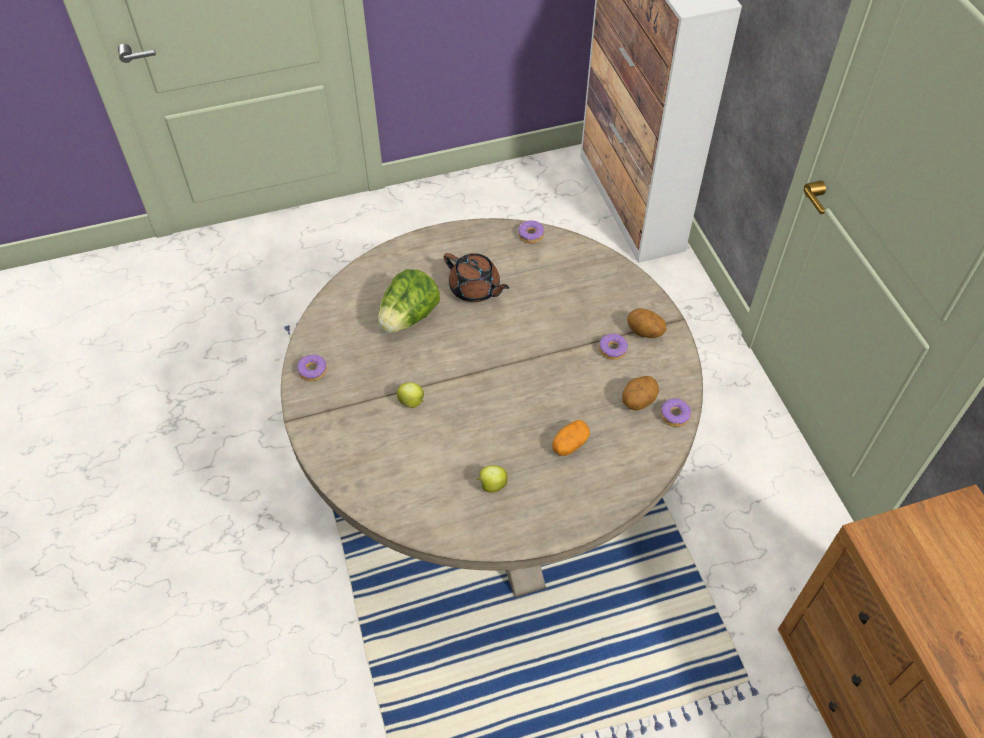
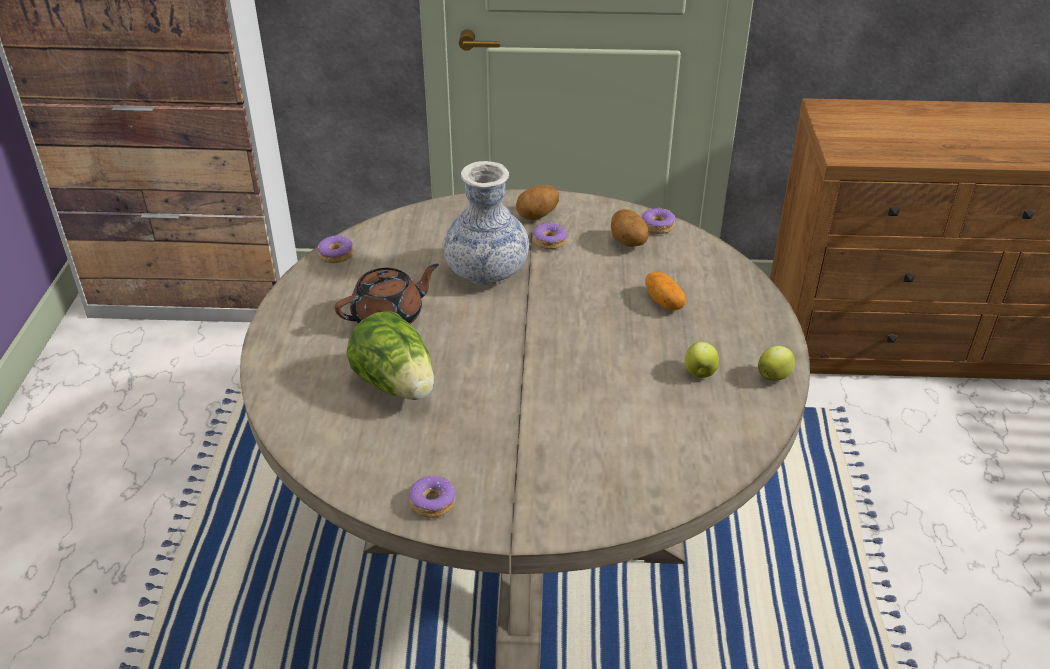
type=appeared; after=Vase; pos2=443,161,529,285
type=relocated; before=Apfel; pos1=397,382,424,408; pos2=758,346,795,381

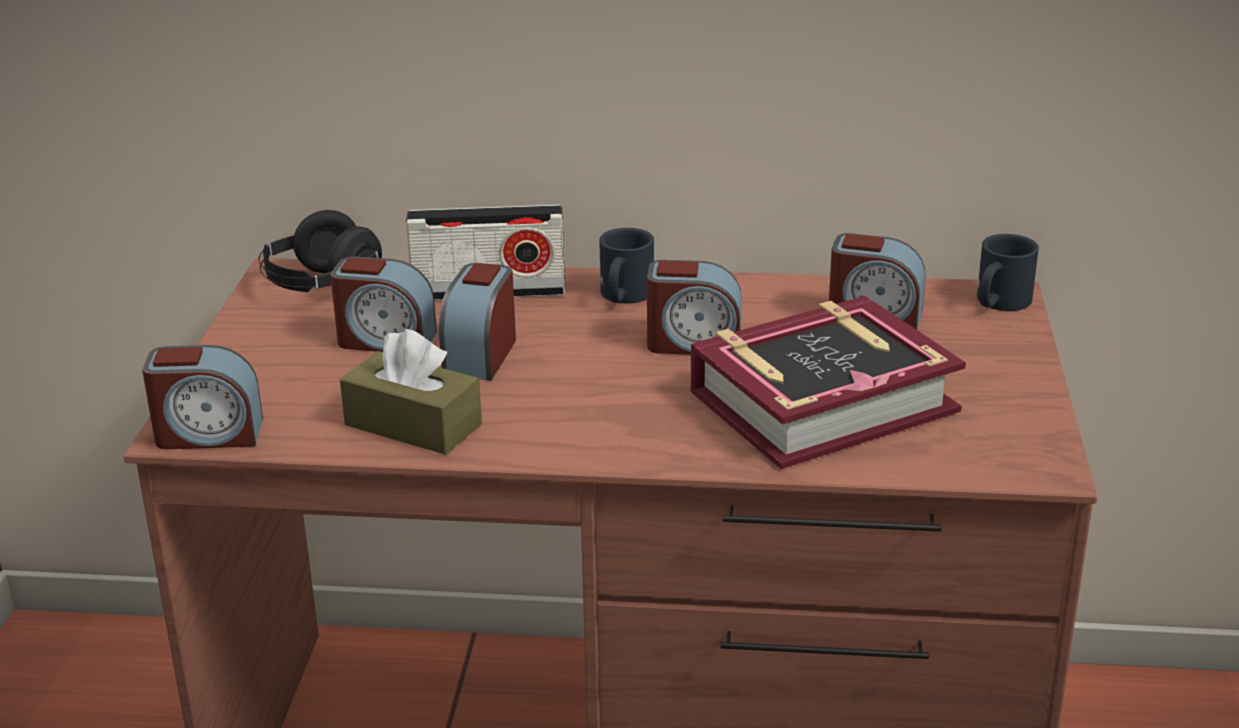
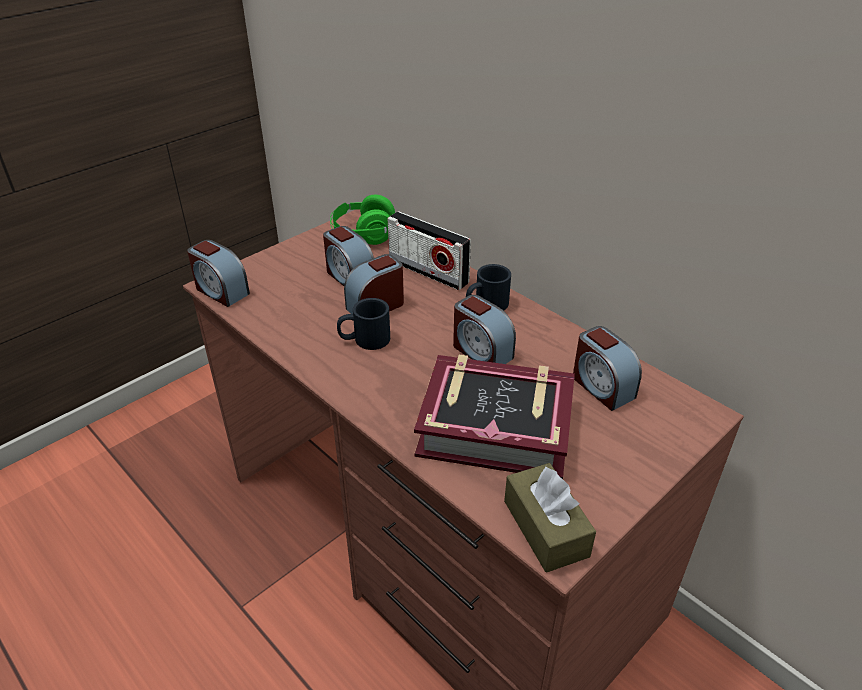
type=relocated; before=Taschentuchbox (braun); pos1=340,329,482,455; pos2=504,463,596,572
type=relocated; before=Henkelbecher (schwarz); pos1=977,234,1039,311; pos2=337,298,390,350
type=colour; before=Kopfhörer (schwarz); after=Kopfhörer (grün); pos1=259,210,382,292; pos2=330,195,395,245

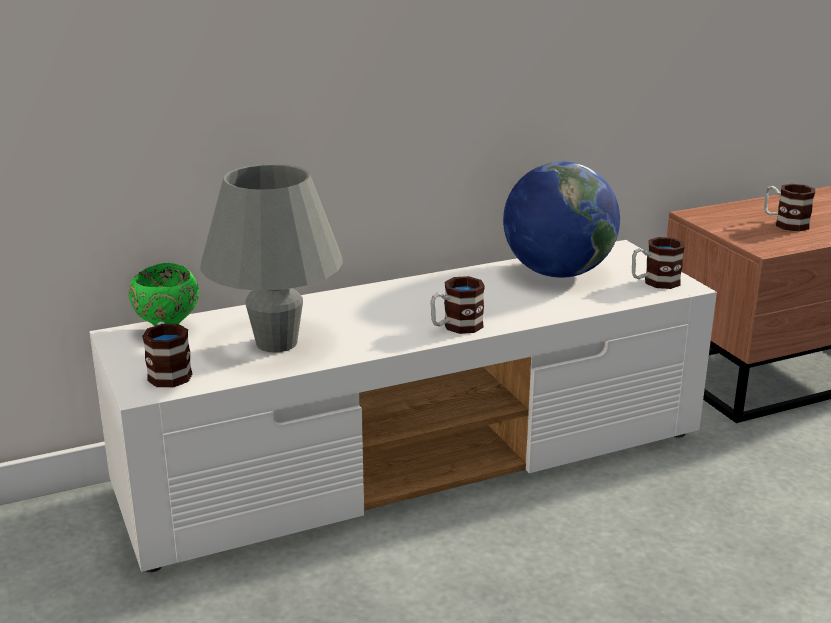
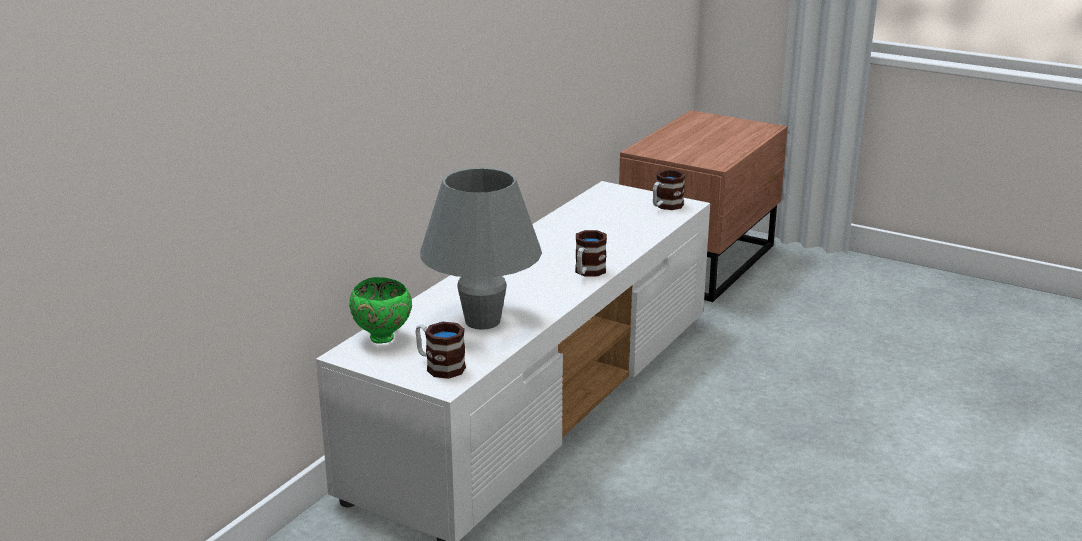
type=missing; before=Globus; pos1=503,161,620,278
type=missing; before=Henkelbecher; pos1=764,184,815,231

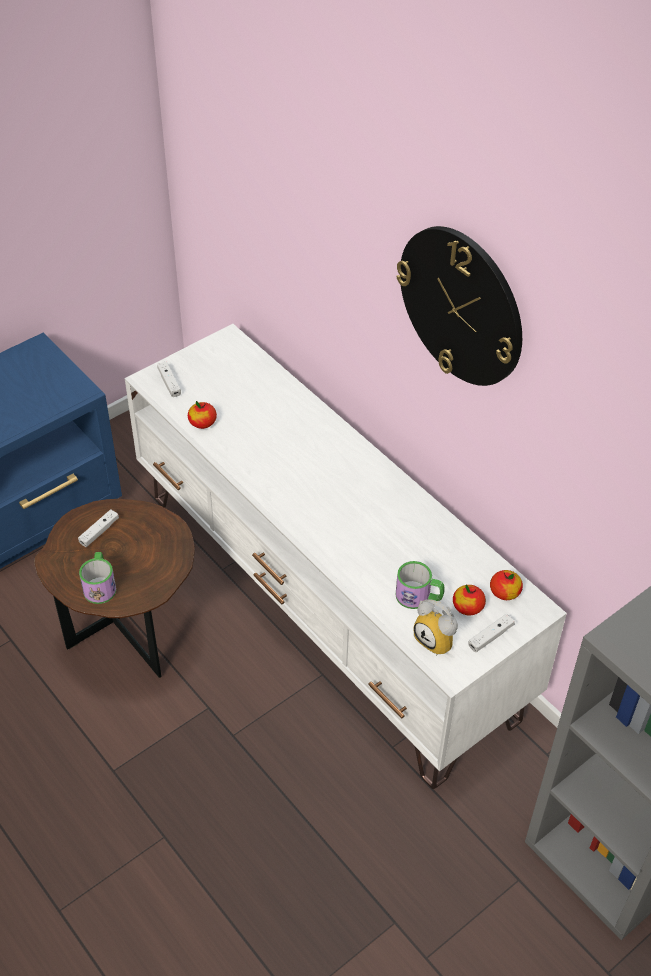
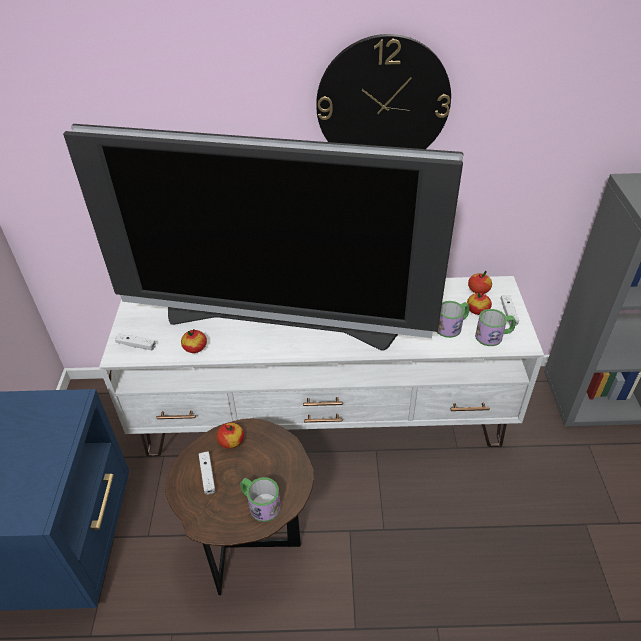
type=appeared; after=Fernseher; pos2=63,124,464,351
type=appeared; after=Apfel; pos2=216,423,244,448
type=exchanged; before=Wecker; after=Henkelbecher; pos1=414,599,458,655; pos2=475,309,516,346

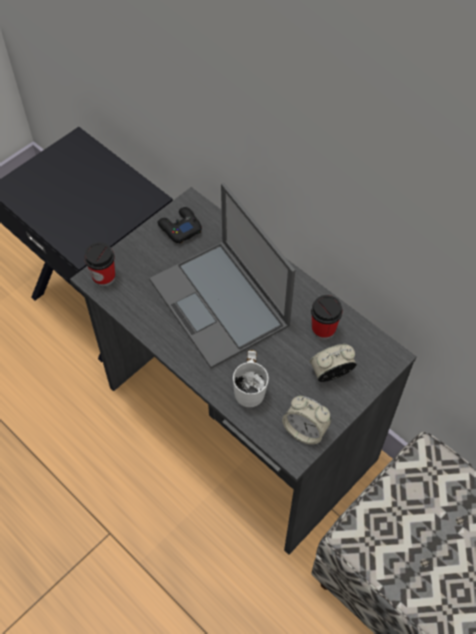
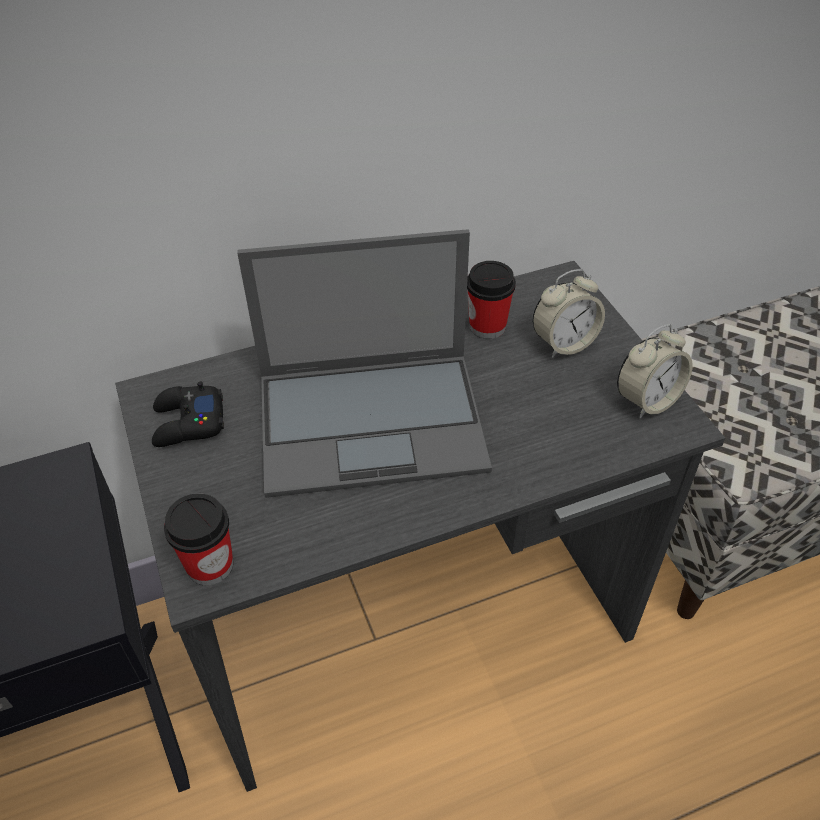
type=missing; before=Henkelbecher (weiß); pos1=233,350,269,407
type=spun; before=Wecker; pos1=310,344,357,382; pos2=532,269,605,358; turn=-120

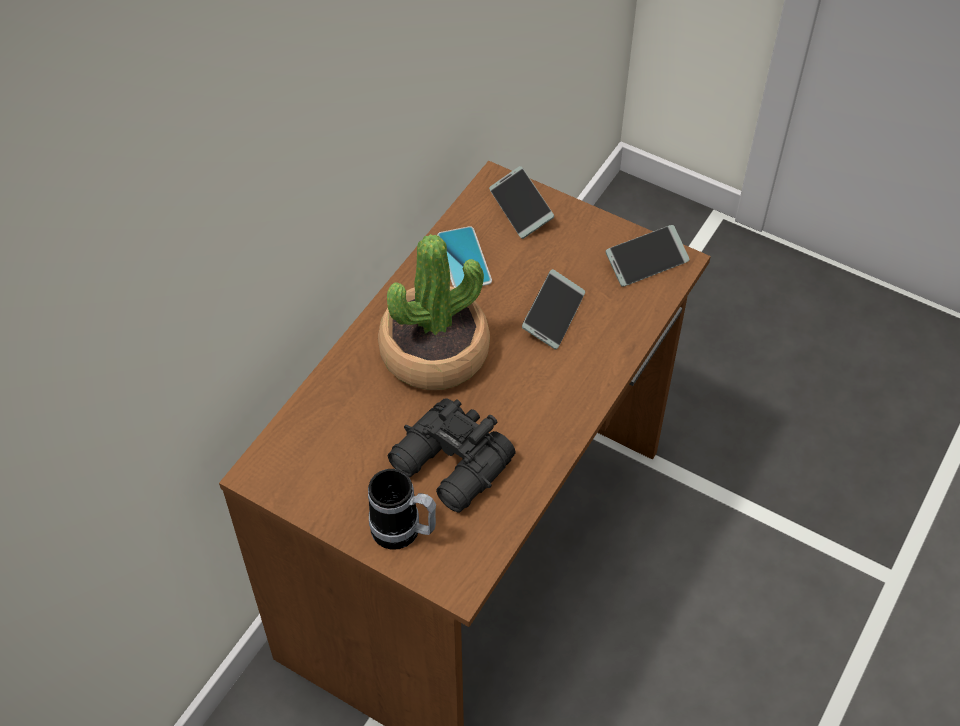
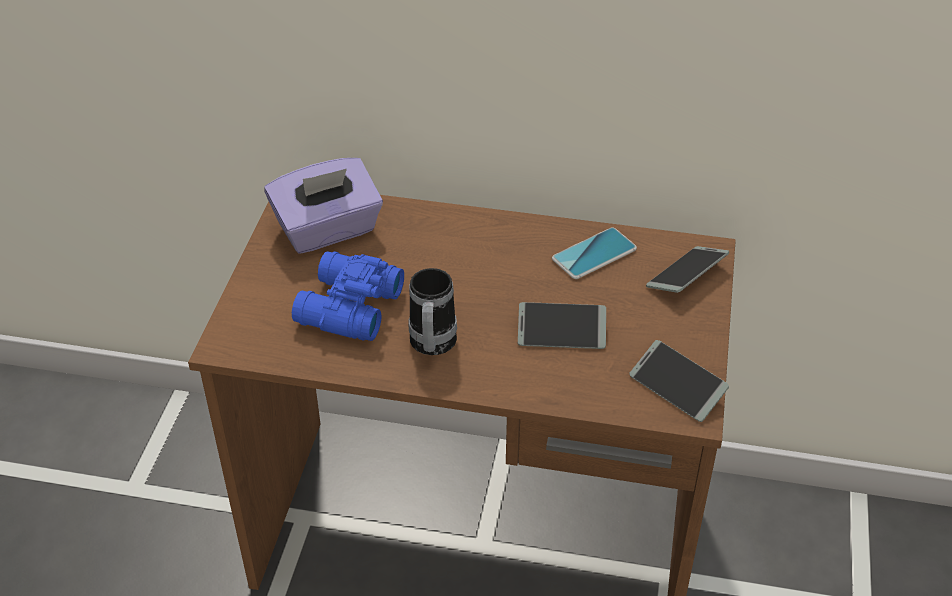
type=missing; before=Topfpflanze; pos1=378,234,490,390
type=appeared; after=Taschentuchbox (lila); pos2=265,158,383,254
type=relocated; before=Henkelbecher; pos1=368,469,436,550; pos2=409,268,457,355
type=colour; before=Fernglas (schwarz); after=Fernglas (blau); pos1=388,398,515,512; pos2=292,251,404,341

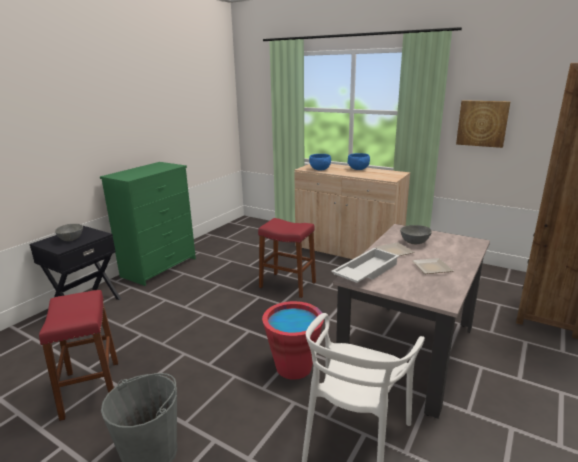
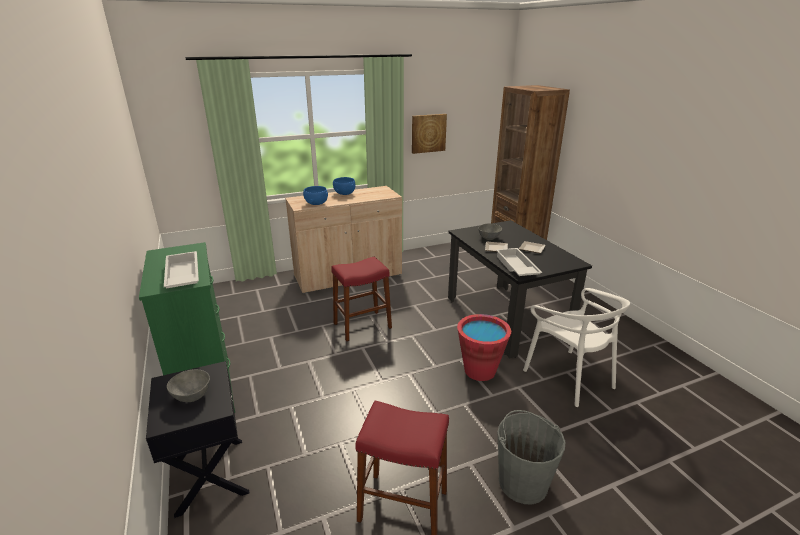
type=appeared; after=Tablett (weiß); pos2=164,251,199,288
type=colour; before=Esstisch (beige); after=Esstisch (schwarz); pos1=333,224,490,419; pos2=448,220,592,359

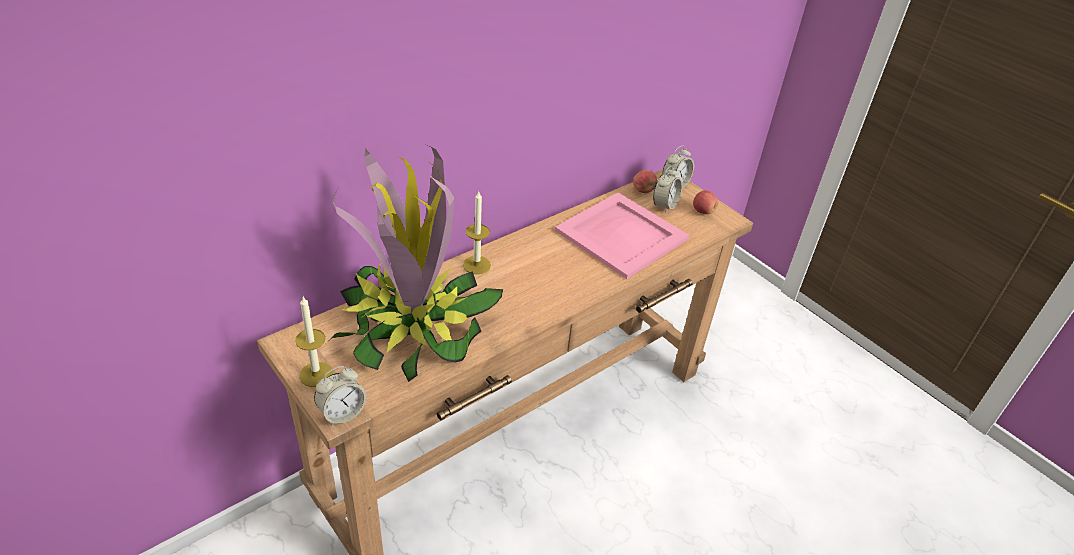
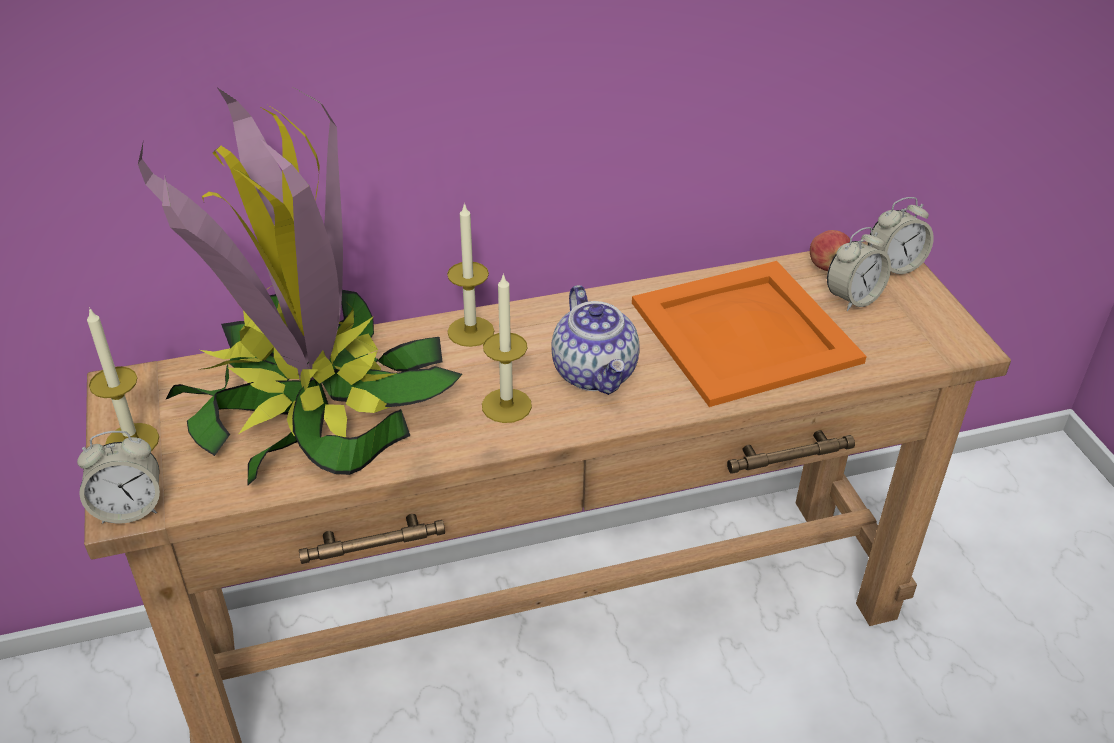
type=missing; before=Apfel; pos1=693,190,718,214
type=appeared; after=Kerze; pos2=482,273,532,423
type=appeared; after=Teekanne; pos2=551,285,640,395
type=colour; before=Tablett (rosa); after=Tablett (orange); pos1=555,192,690,279; pos2=632,261,867,407

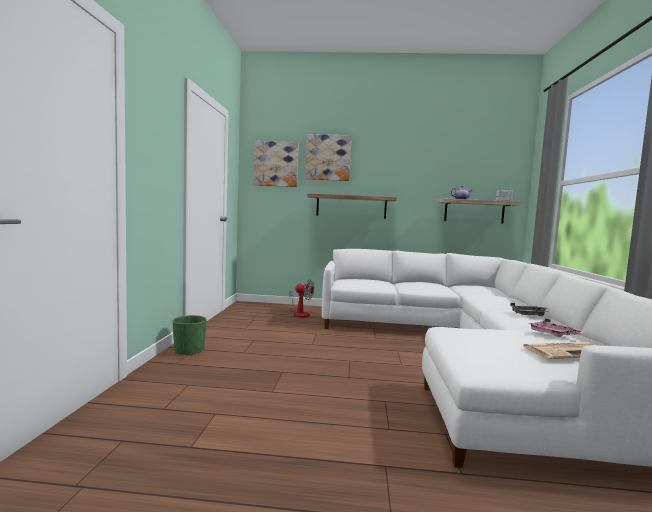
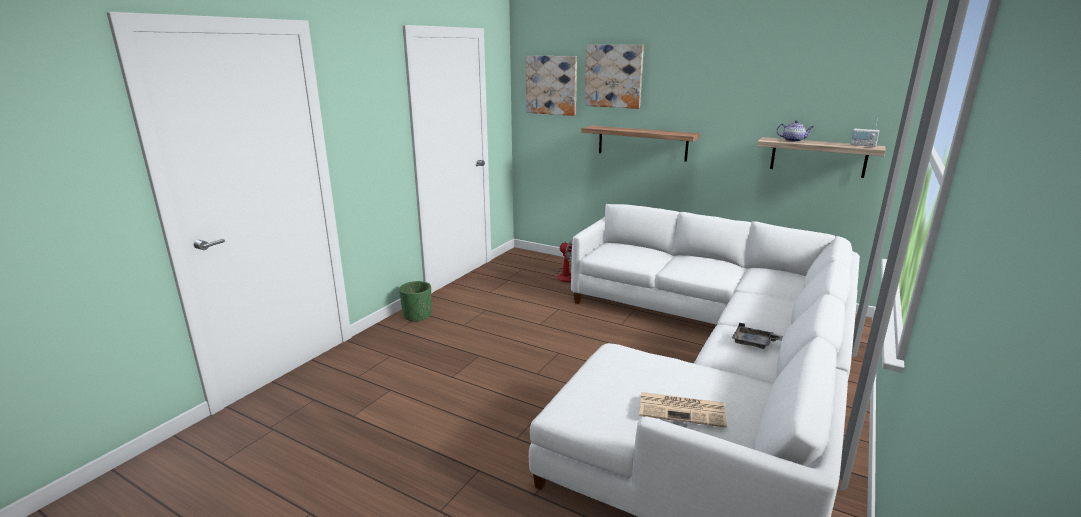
type=missing; before=Tablett (rosa); pos1=529,318,585,337

